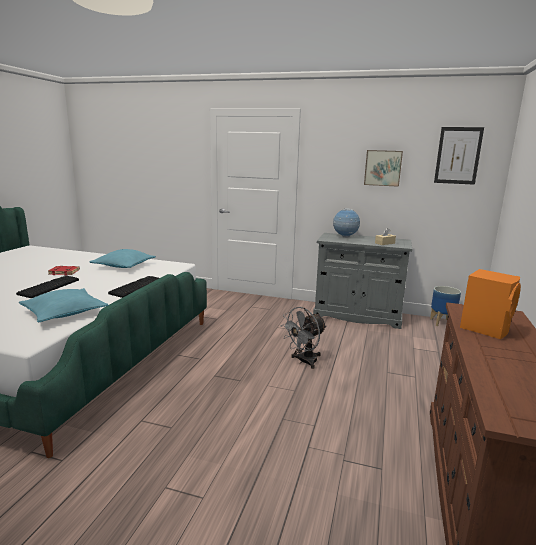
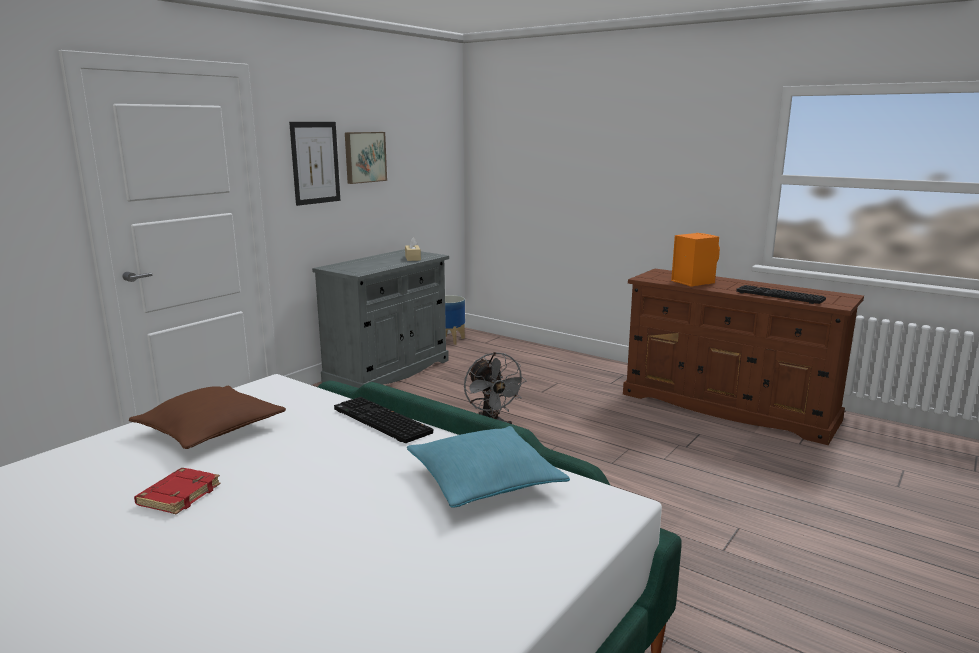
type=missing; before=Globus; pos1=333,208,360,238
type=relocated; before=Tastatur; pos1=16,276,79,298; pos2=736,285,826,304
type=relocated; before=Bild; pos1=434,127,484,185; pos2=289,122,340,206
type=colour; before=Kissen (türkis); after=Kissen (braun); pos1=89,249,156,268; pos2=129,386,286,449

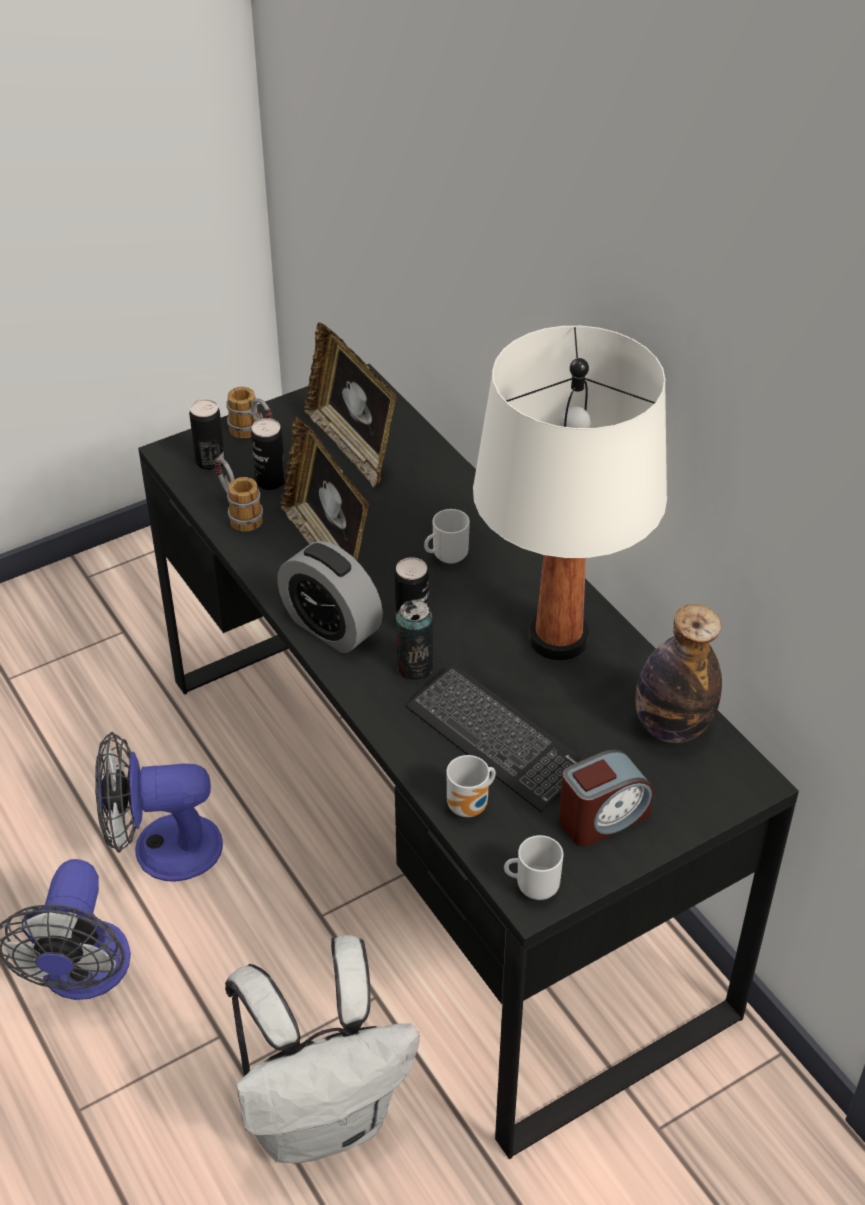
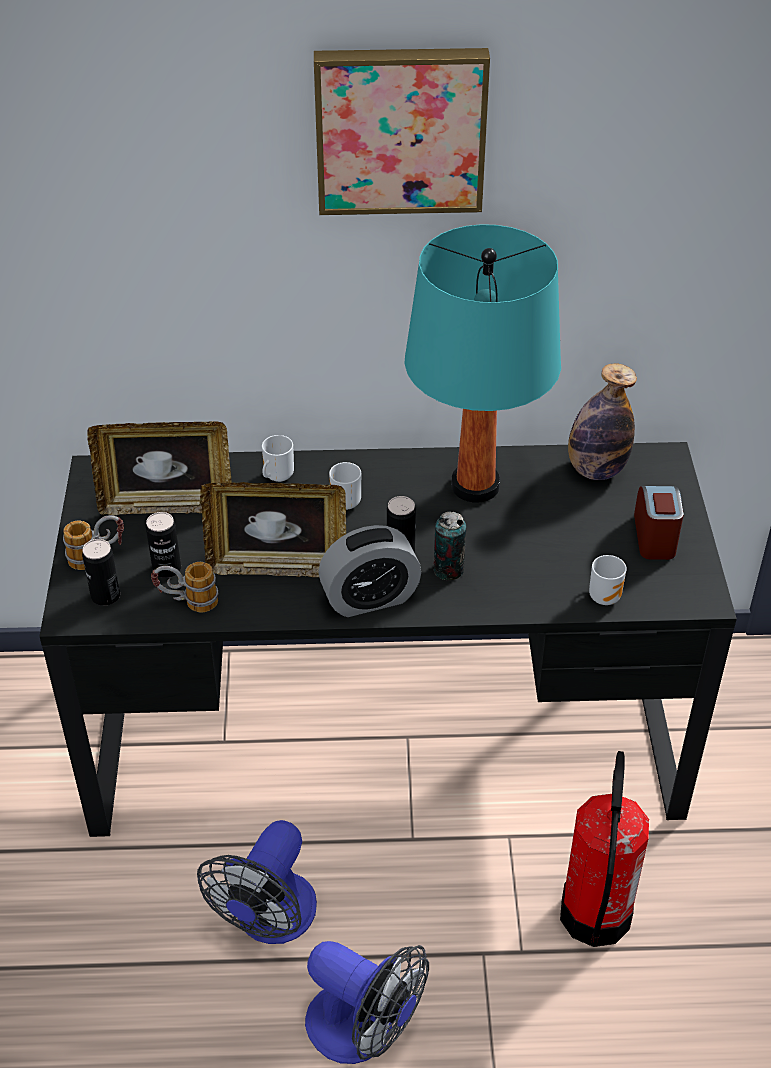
type=missing; before=Tastatur; pos1=406,665,583,812
type=appeared; after=Bild; pos2=314,48,490,215
type=relocated; before=Henkelbecher; pos1=504,835,563,900; pos2=262,435,294,482
type=exchanged; before=Rucksack (weiß); after=Feuerlöscher; pos1=225,935,420,1164; pos2=560,751,649,947
type=colour; before=Tischlampe (weiß); after=Tischlampe (türkis); pos1=473,326,667,660; pos2=404,224,561,503

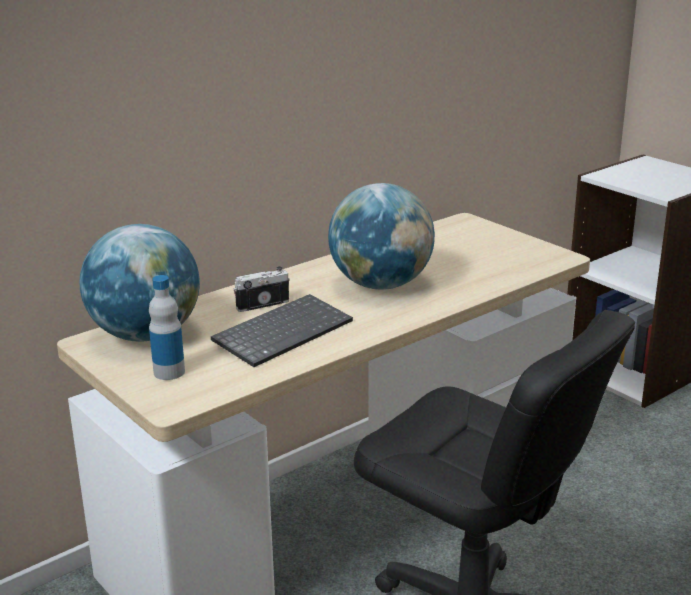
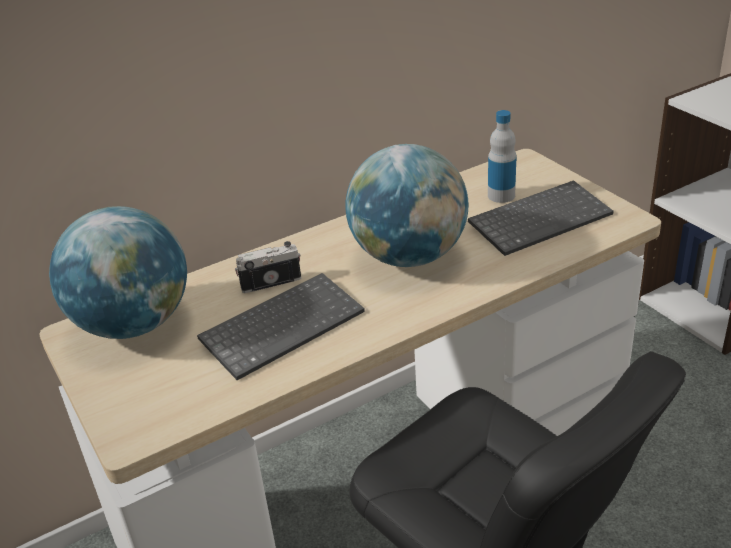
type=appeared; after=Tastatur; pos2=468,180,614,256
type=relocated; before=Flasche; pos1=149,275,185,380; pos2=488,110,516,203

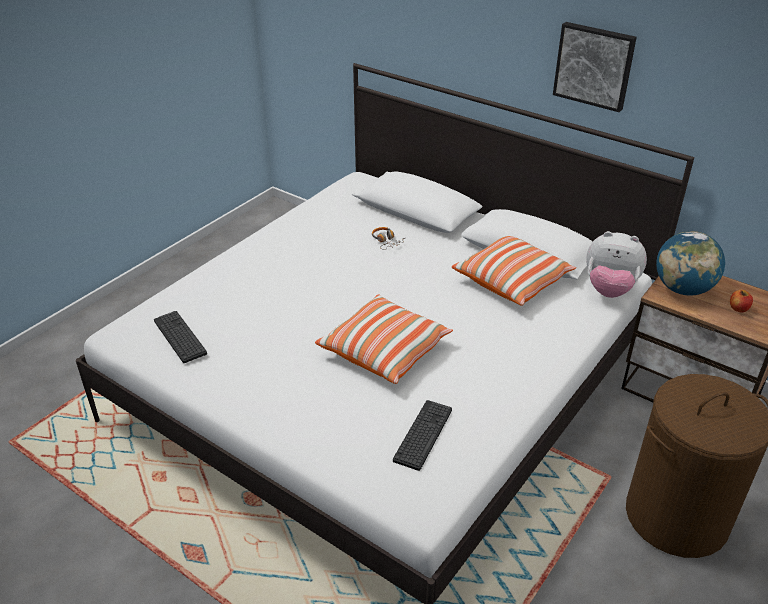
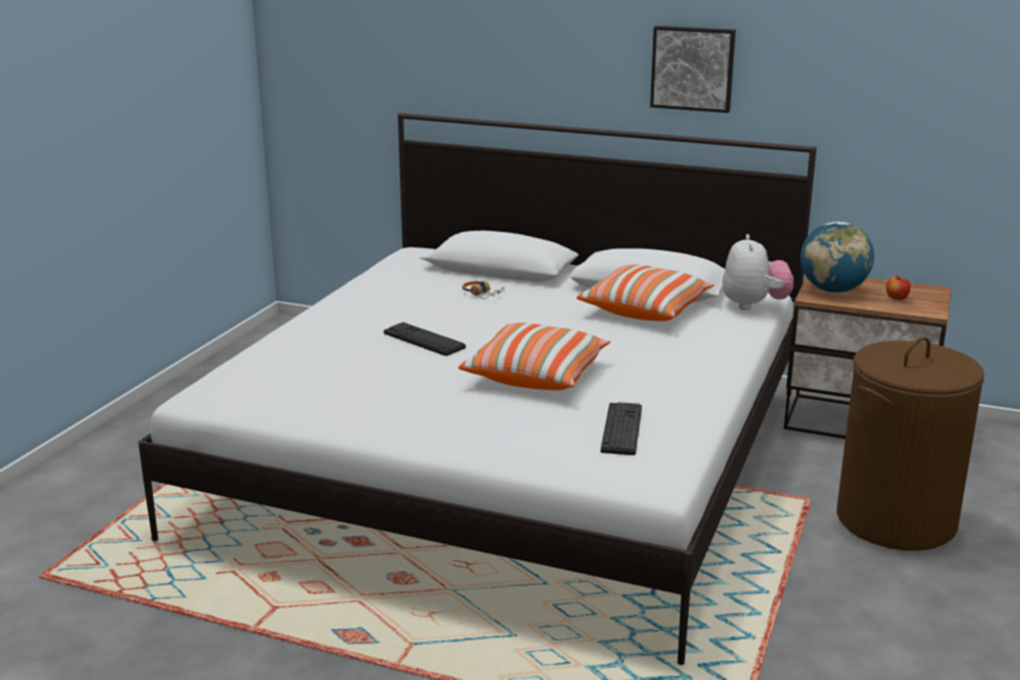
type=relocated; before=Tastatur; pos1=154,311,207,363; pos2=384,322,466,356
type=spun; before=Plüschtier; pos1=586,231,647,298; pos2=722,234,794,310; turn=-90

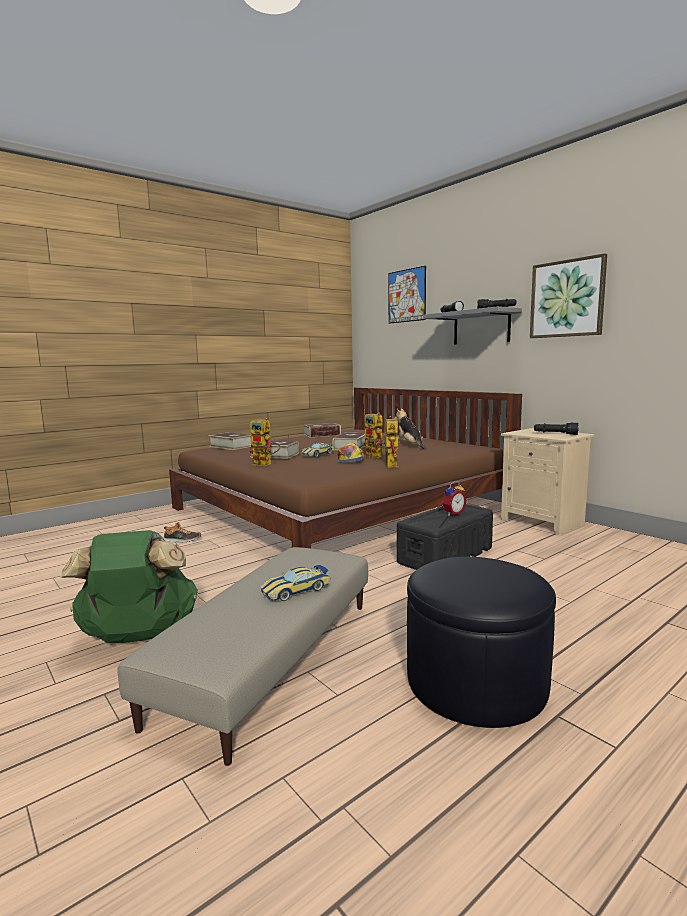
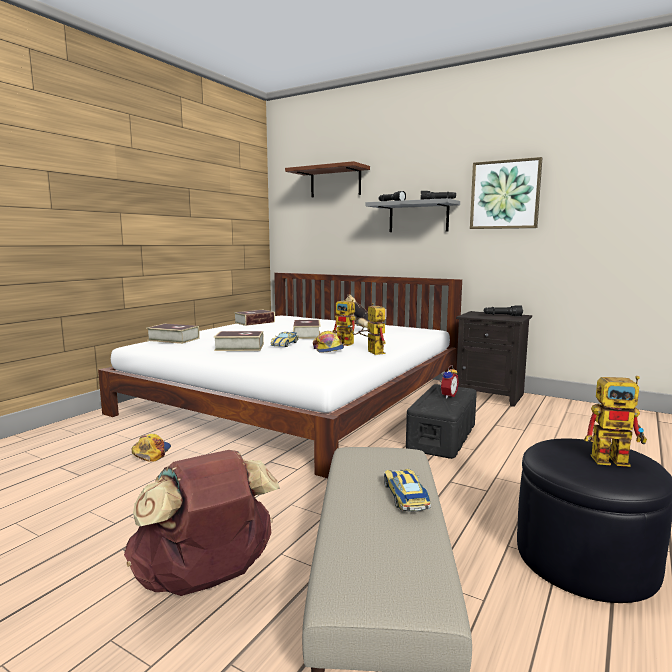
type=relocated; before=Spielzeugroboter; pos1=249,418,281,466; pos2=584,376,647,467
type=exchanged; before=Schuh; after=Kappe; pos1=163,522,201,542; pos2=131,434,171,462
type=exchanged; before=Bild; after=Wandregal (braun); pos1=388,266,426,324; pos2=285,161,370,197
type=colour; before=Rucksack (grün); after=Rucksack (braun); pos1=61,530,198,643; pos2=124,450,280,596
type=colour; before=Bett (braun); after=Bett (weiß); pos1=169,387,522,548; pos2=98,272,462,478
type=colour; before=Nachttisch (beige); after=Nachttisch (schwarz); pos1=501,428,595,535; pos2=456,311,532,407
type=spun; before=Spielzeugauto; pos1=261,565,330,601; pos2=384,469,431,511; turn=135

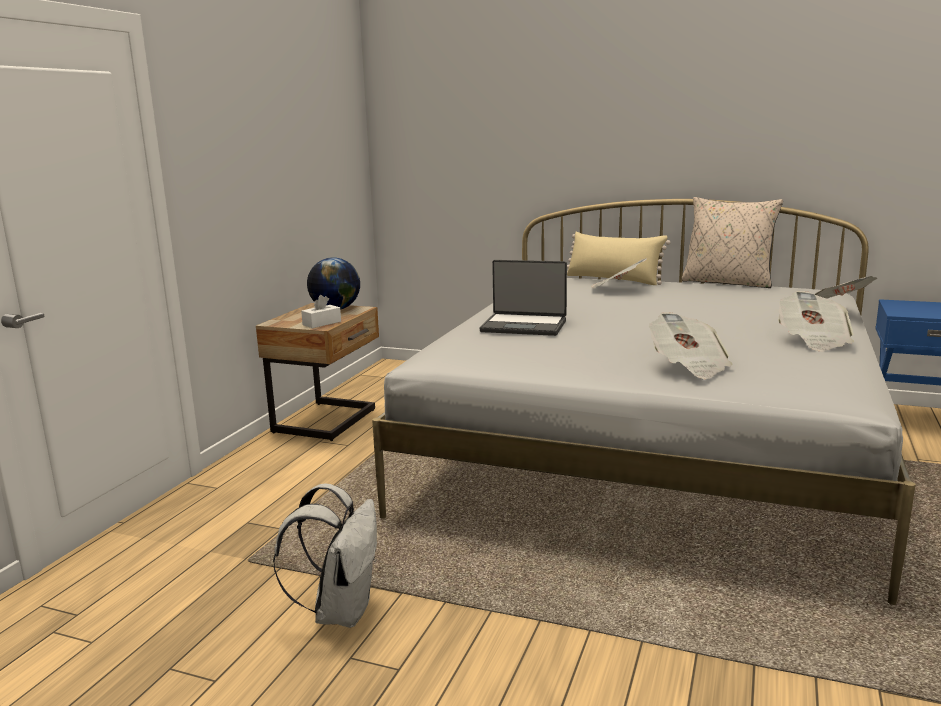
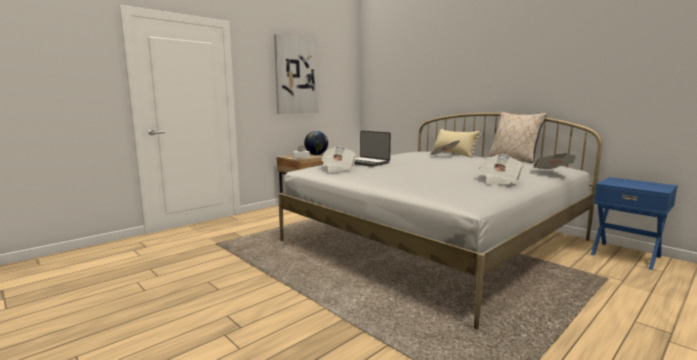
type=missing; before=Rucksack (weiß); pos1=273,484,377,628
type=appeared; after=Bild; pos2=274,34,319,114
type=relocated; before=Zeitung; pos1=649,312,732,379; pos2=321,146,356,172

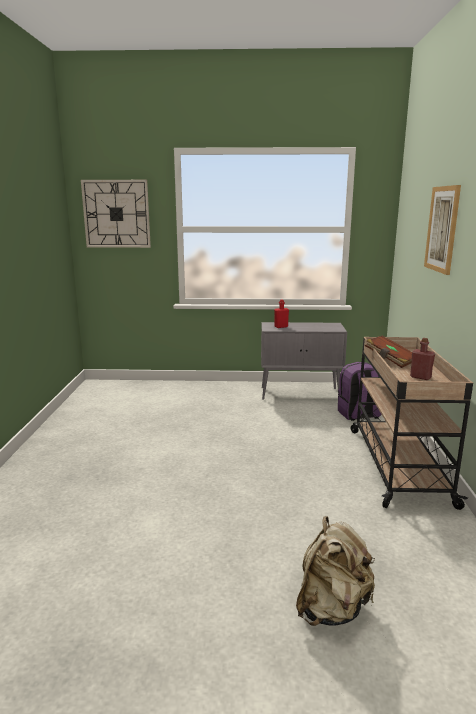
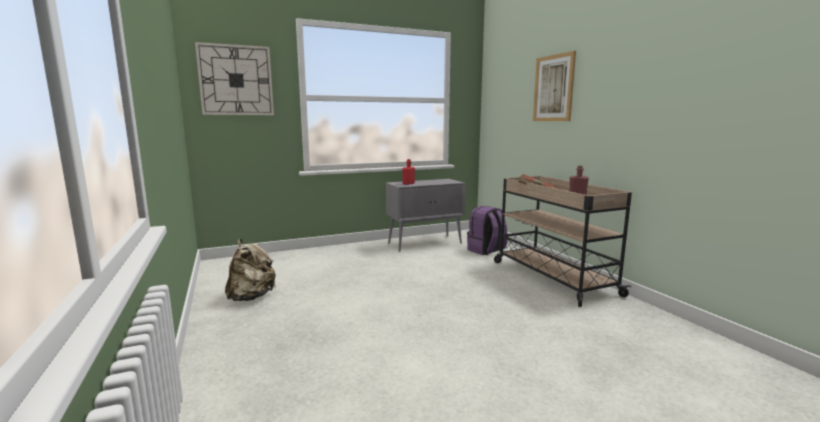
type=relocated; before=Rucksack (beige); pos1=296,516,375,626; pos2=225,238,276,301

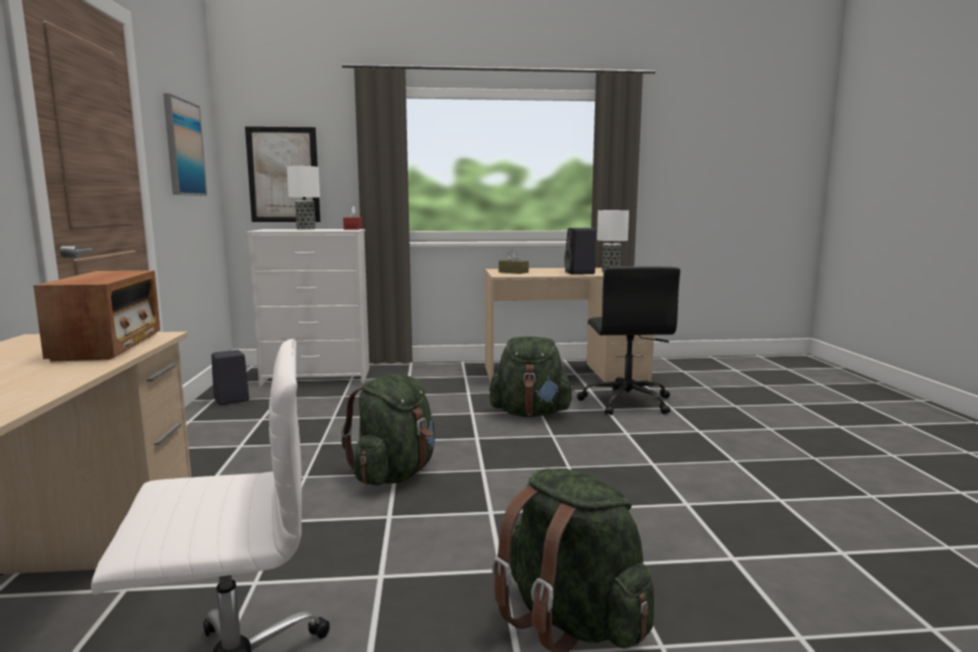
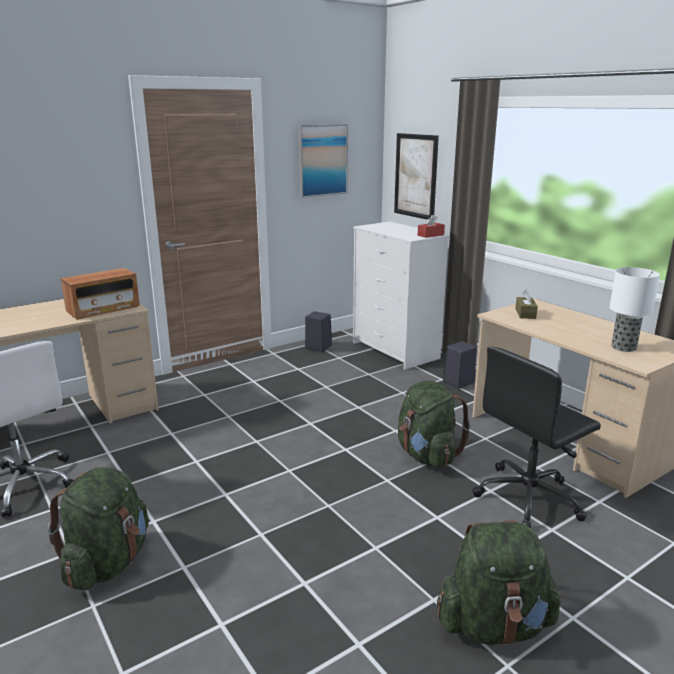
type=missing; before=Tischlampe; pos1=287,166,320,230
type=relocated; before=Rucksack (grün); pos1=341,374,435,486; pos2=437,520,561,645
type=relocated; before=Lautsprecher (schwarz); pos1=564,228,596,275; pos2=443,341,477,389

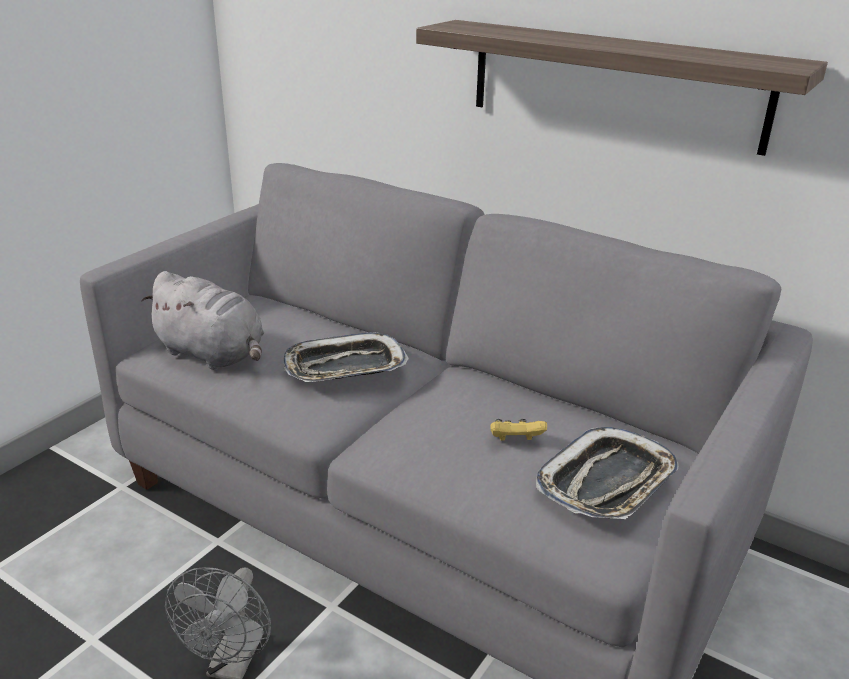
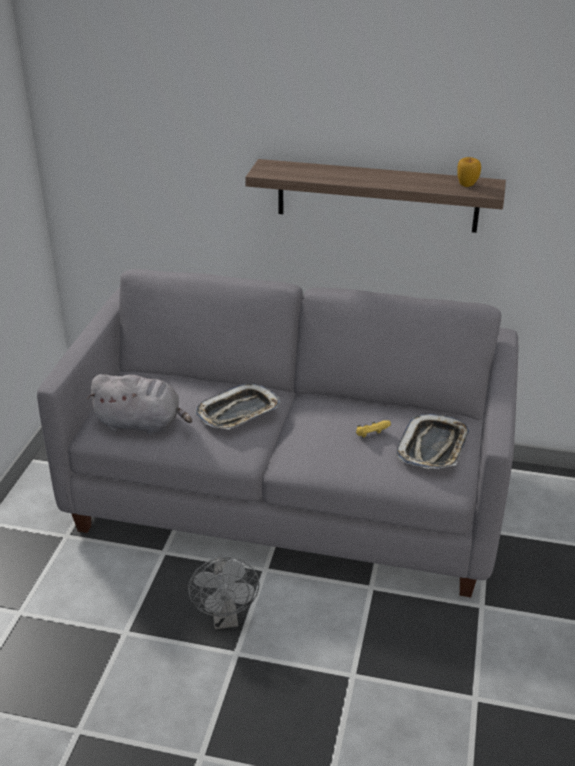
type=appeared; after=Apfel; pos2=457,157,481,187

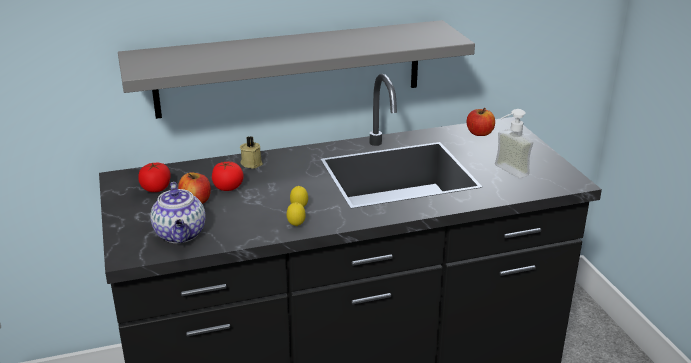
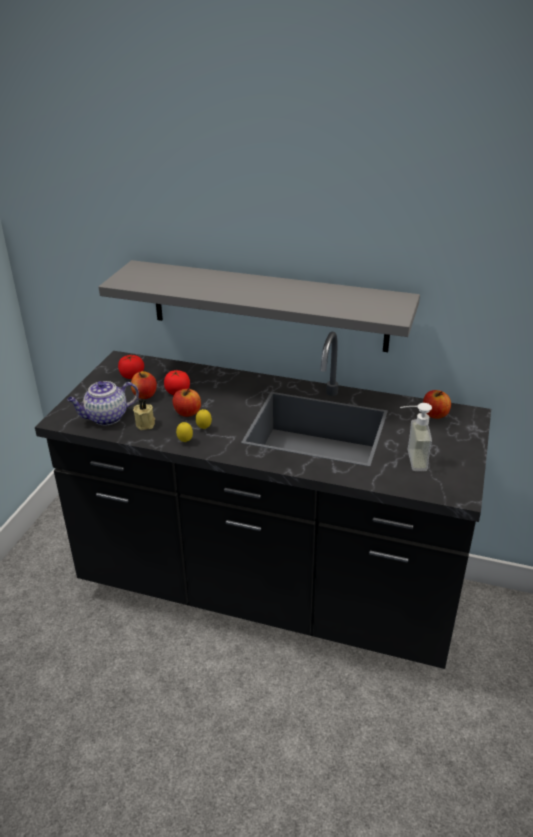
type=appeared; after=Apfel; pos2=173,388,201,417
type=relocated; before=Kerze (beige); pos1=240,136,263,169; pos2=133,399,155,430
type=spun; before=Teekanne; pos1=150,182,206,243; pos2=67,381,139,426; turn=45

